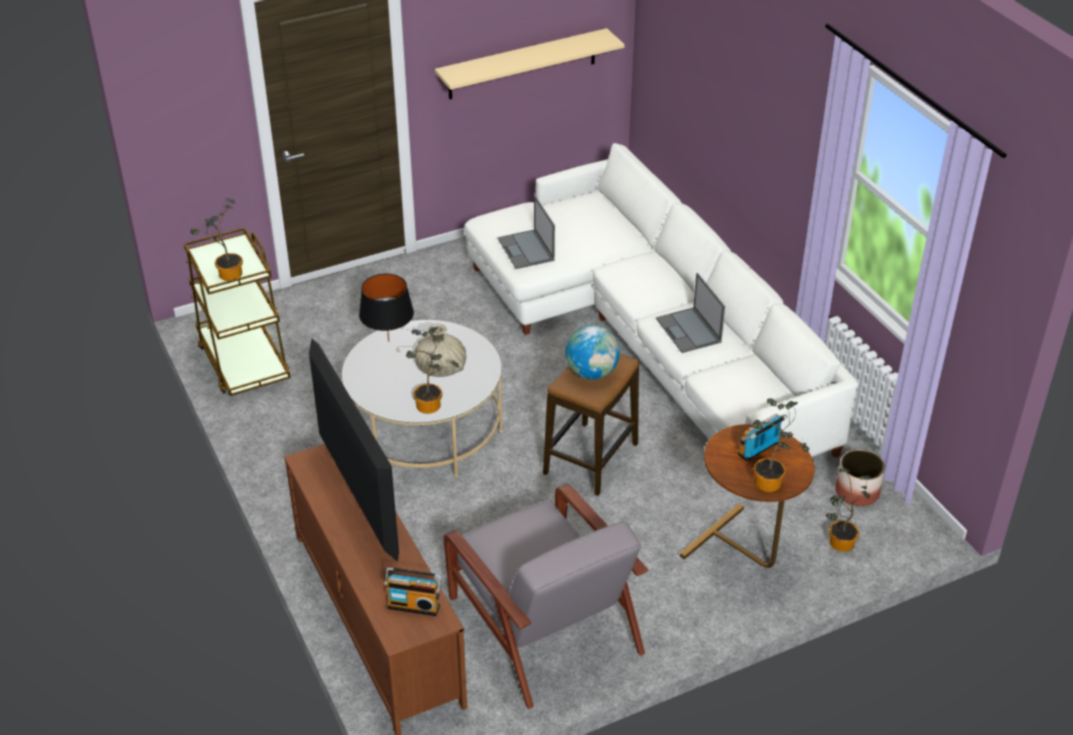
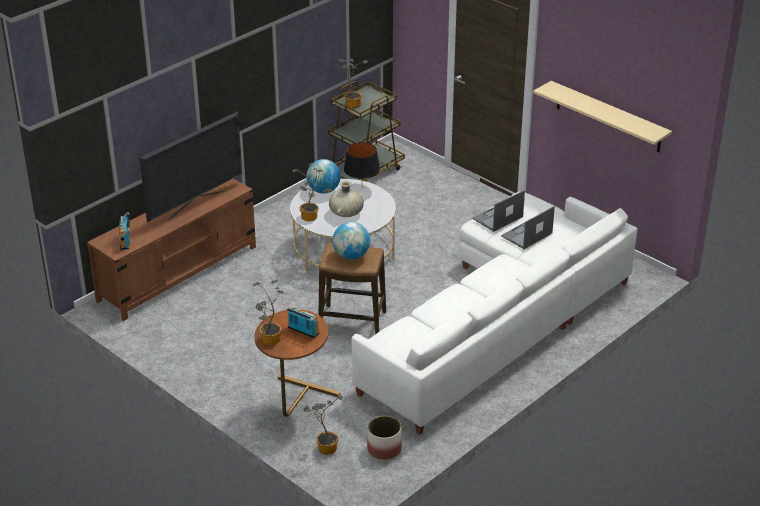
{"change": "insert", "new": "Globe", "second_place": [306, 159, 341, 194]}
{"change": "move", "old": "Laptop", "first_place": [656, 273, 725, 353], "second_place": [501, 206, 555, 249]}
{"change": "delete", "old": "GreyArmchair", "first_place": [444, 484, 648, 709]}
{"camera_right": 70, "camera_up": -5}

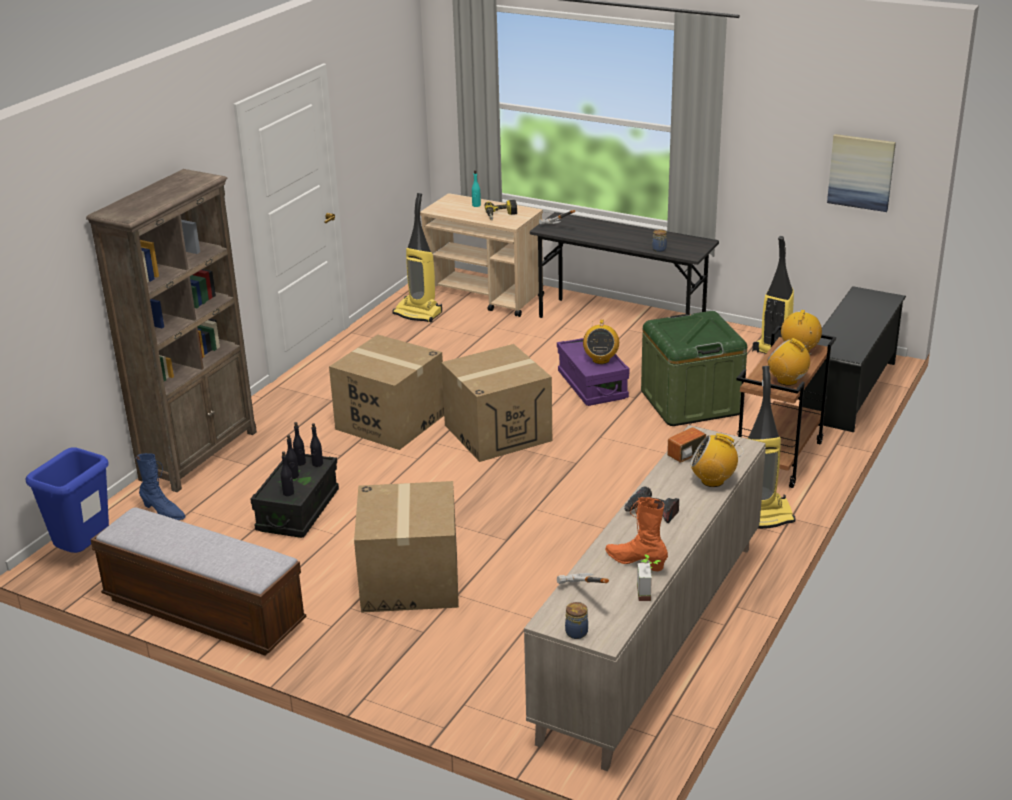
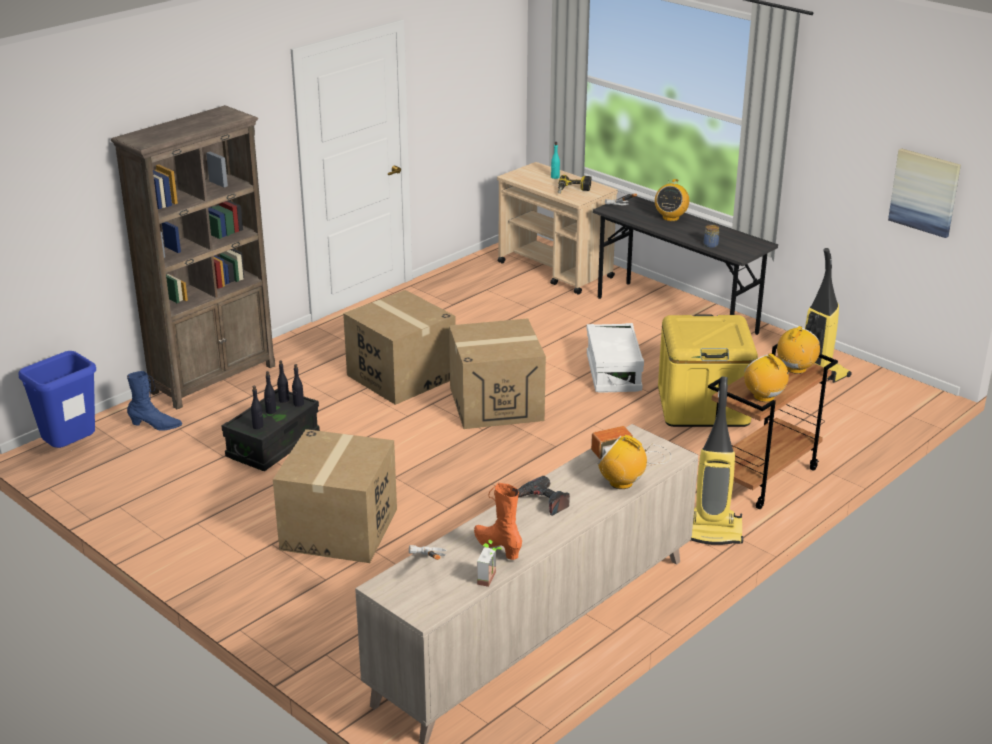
{"change": "rotate", "old": "BlueBoot", "first_place": [136, 453, 186, 520], "second_place": [127, 371, 182, 431], "degrees": -45}
{"change": "recolor", "old": "PurpleStorageBox", "new": "WhiteStorageBox", "first_place": [557, 338, 630, 406], "second_place": [587, 323, 644, 393]}
{"change": "move", "old": "Radio", "first_place": [583, 320, 619, 364], "second_place": [655, 179, 689, 221]}
{"change": "recolor", "old": "GreenStorageBox", "new": "YellowStorageBox", "first_place": [641, 311, 747, 426], "second_place": [658, 314, 758, 427]}
{"change": "delete", "old": "Bench", "first_place": [90, 507, 306, 656]}
{"change": "delete", "old": "VacuumCleaner", "first_place": [392, 193, 442, 322]}
{"change": "delete", "old": "Jar", "first_place": [565, 602, 588, 639]}
{"change": "delete", "old": "BlackShoeRack", "first_place": [802, 286, 906, 432]}
{"camera_right": 15, "camera_up": 0}

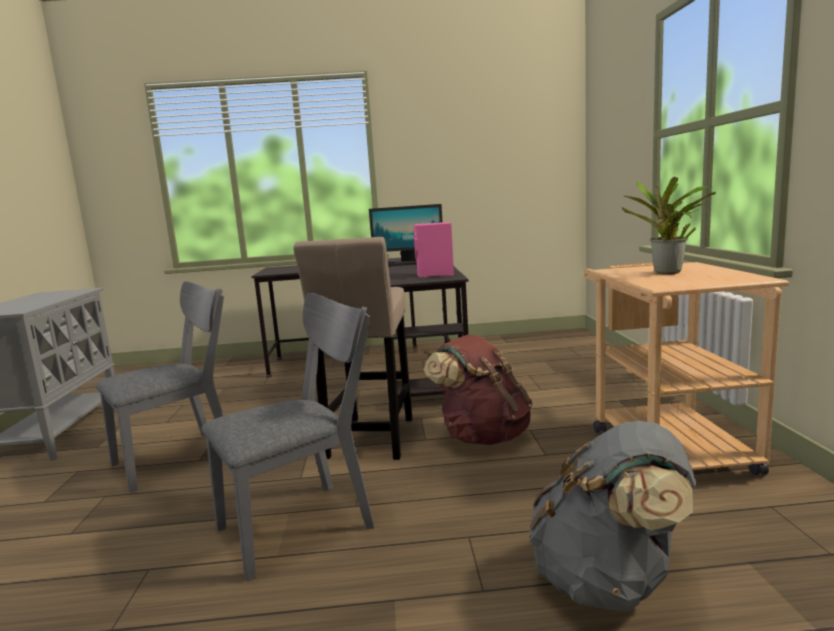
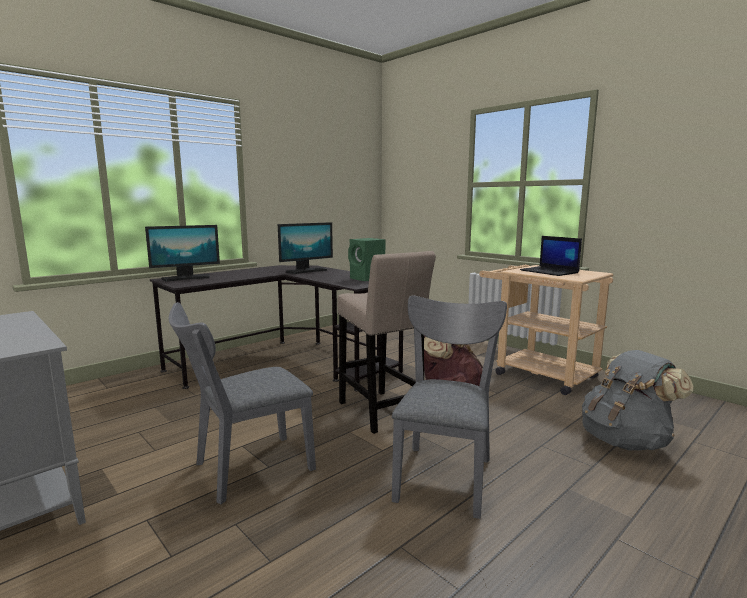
{"change": "insert", "new": "Monitor", "second_place": [145, 225, 220, 282]}
{"change": "rotate", "old": "GreyChair", "first_place": [96, 281, 224, 493], "second_place": [169, 302, 316, 504], "degrees": -135}
{"change": "recolor", "old": "PinkSpeaker", "new": "GreenSpeaker", "first_place": [413, 222, 454, 277], "second_place": [348, 238, 385, 281]}
{"change": "replace", "old": "PottedPlant", "new": "Laptop", "first_place": [621, 177, 716, 274], "second_place": [520, 236, 582, 276]}
{"camera_right": -40, "camera_up": 0}

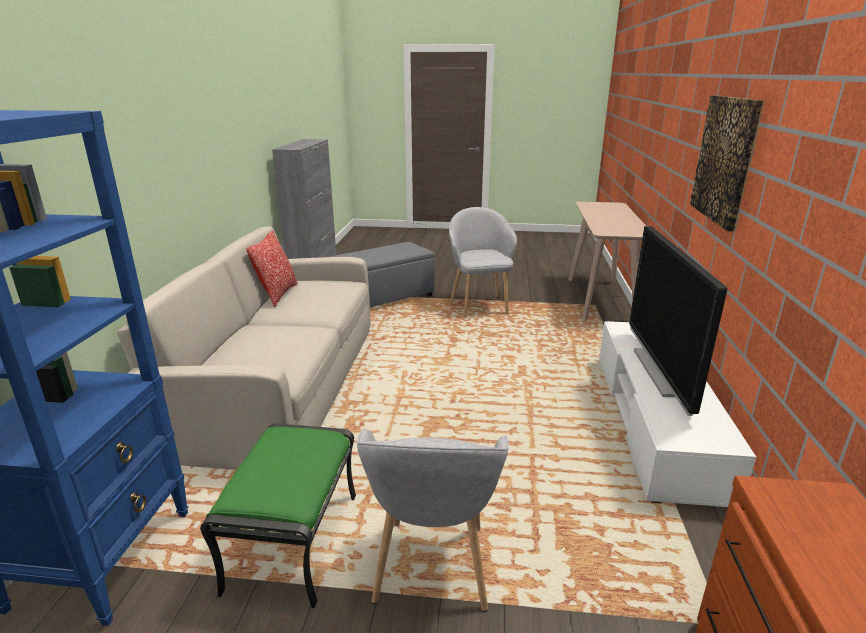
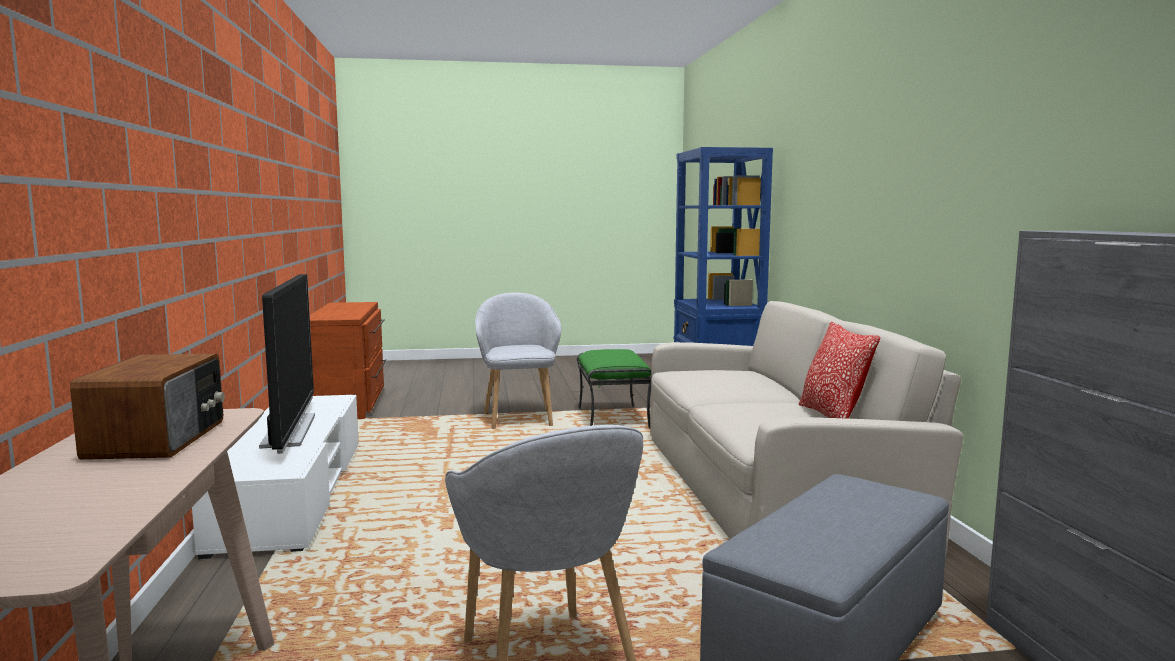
{"change": "insert", "new": "Radio", "second_place": [70, 354, 225, 460]}
{"change": "delete", "old": "Picture", "first_place": [690, 95, 764, 232]}
{"camera_right": 165, "camera_up": -15}

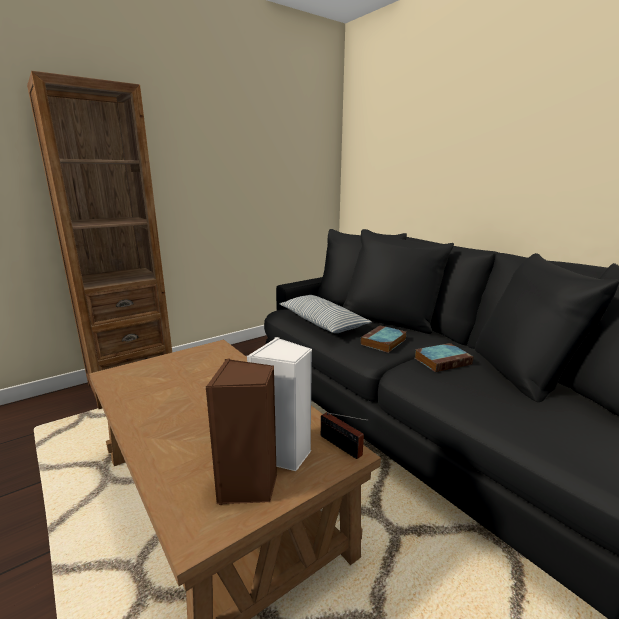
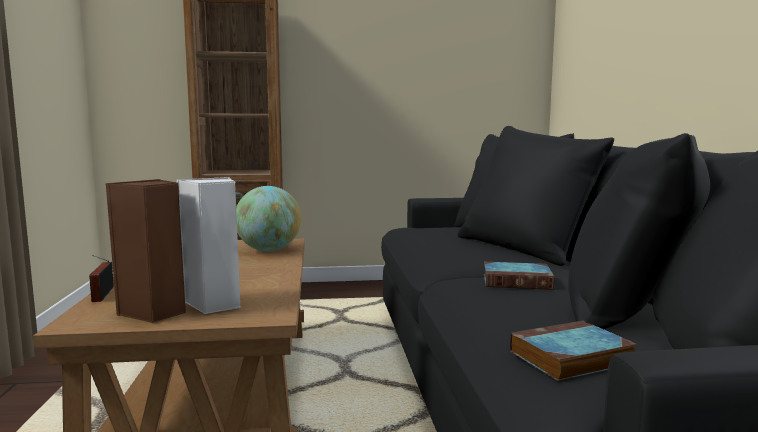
{"change": "move", "old": "Radio", "first_place": [321, 412, 369, 459], "second_place": [89, 255, 114, 302]}
{"change": "insert", "new": "Globe", "second_place": [236, 186, 301, 251]}
{"change": "move", "old": "Book", "first_place": [361, 325, 406, 353], "second_place": [510, 320, 636, 381]}
{"change": "delete", "old": "Pillow", "first_place": [279, 295, 372, 333]}
{"camera_right": 30, "camera_up": -10}

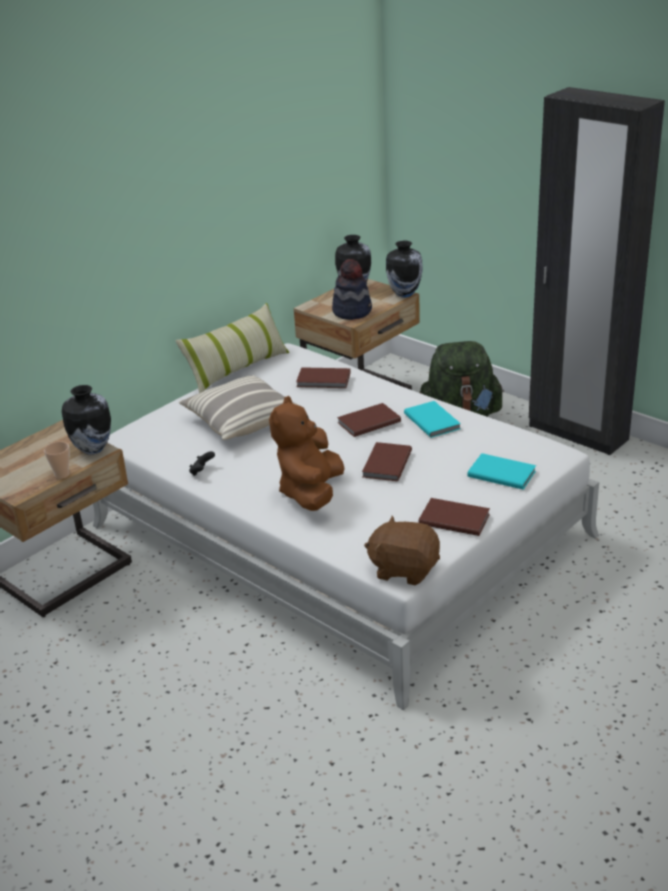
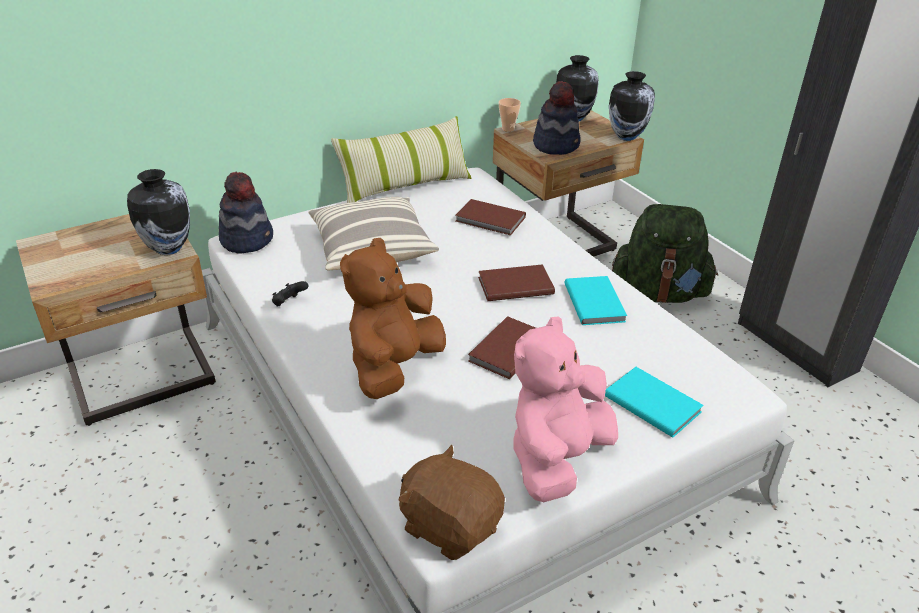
{"change": "insert", "new": "Hat", "second_place": [219, 172, 273, 254]}
{"change": "move", "old": "Cup", "first_place": [44, 442, 70, 479], "second_place": [499, 98, 521, 132]}
{"change": "replace", "old": "BrownBook", "new": "PinkPlushToy", "first_place": [419, 498, 490, 536], "second_place": [514, 316, 618, 502]}
{"camera_right": 15, "camera_up": 5}

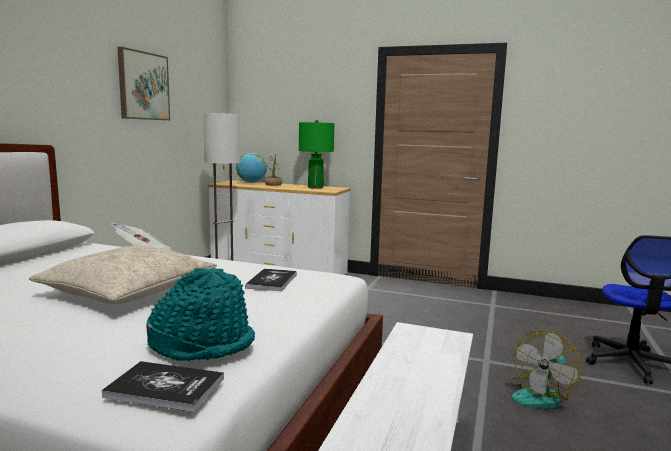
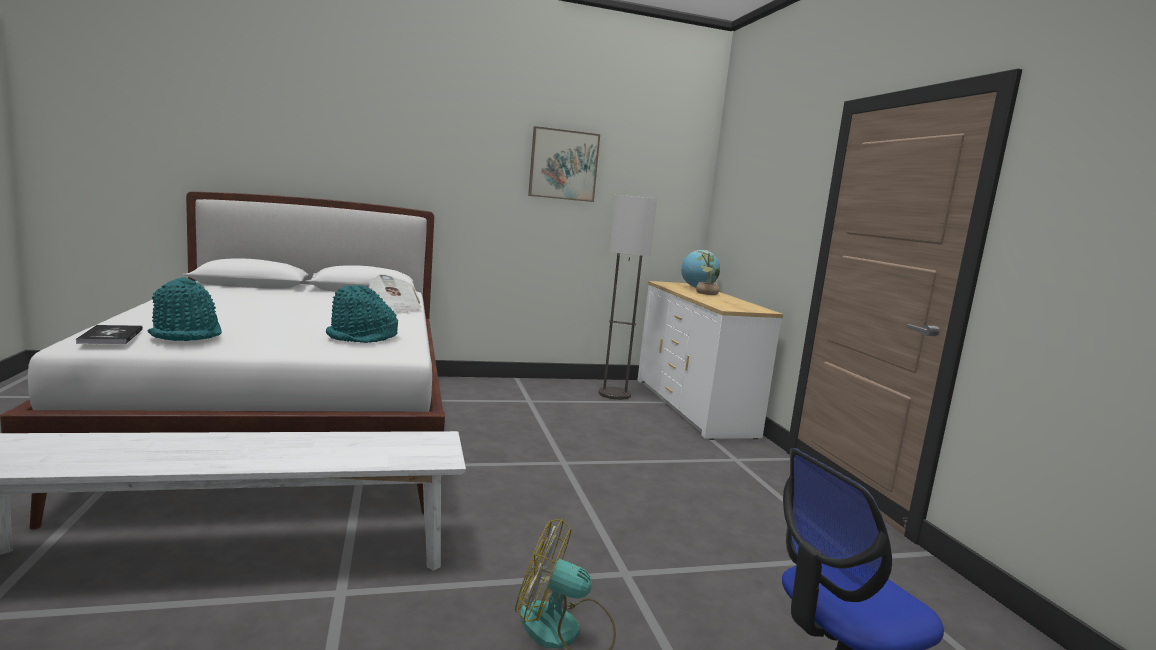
{"change": "replace", "old": "Book", "new": "TurquoiseHat", "first_place": [245, 269, 297, 291], "second_place": [326, 285, 398, 343]}
{"change": "delete", "old": "BeigePillow", "first_place": [29, 245, 216, 304]}
{"change": "delete", "old": "GreenTableLamp", "first_place": [299, 120, 334, 189]}
{"camera_right": 55, "camera_up": 0}

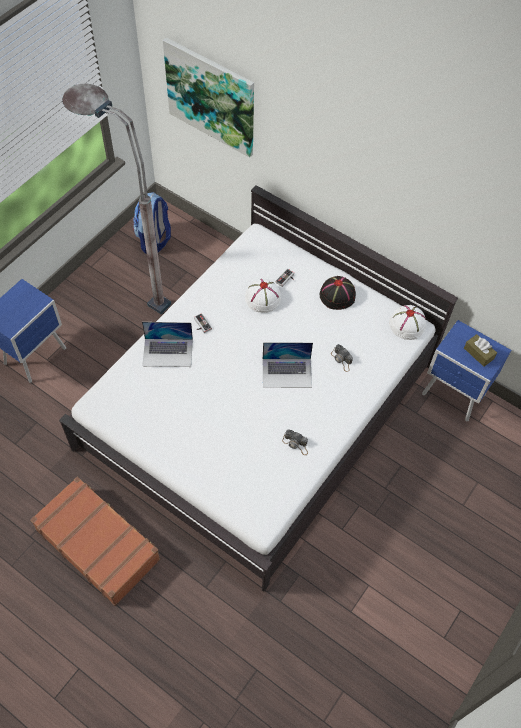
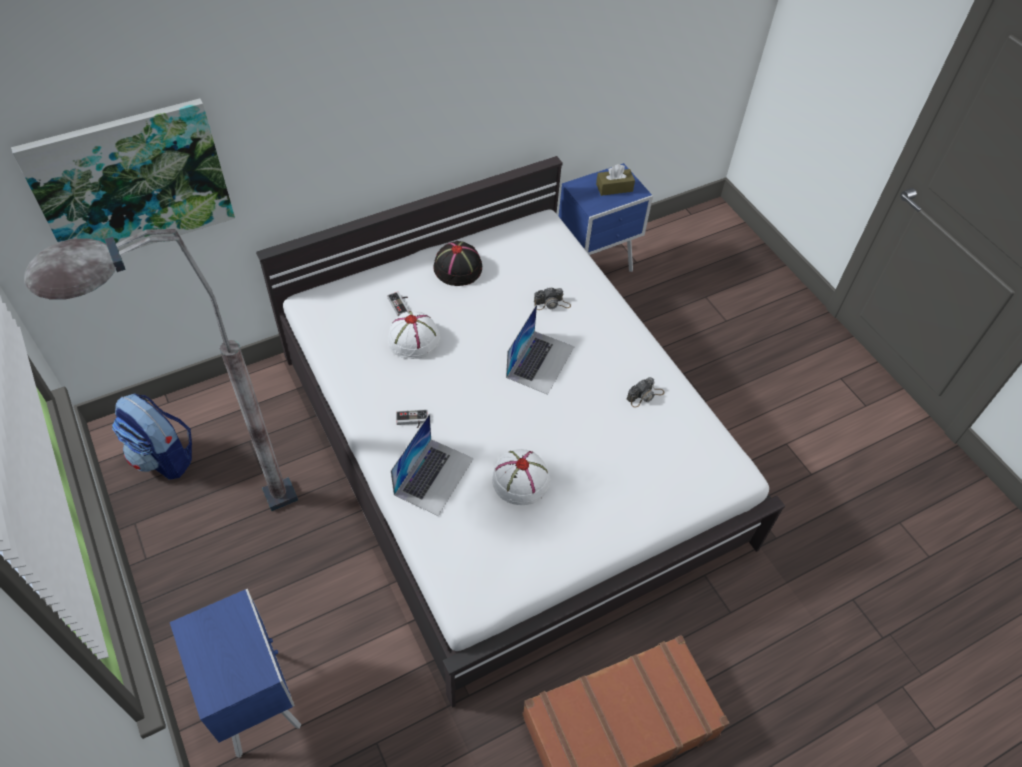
{"change": "move", "old": "WhiteHat", "first_place": [389, 305, 426, 340], "second_place": [492, 449, 551, 505]}
{"camera_right": -65, "camera_up": -5}

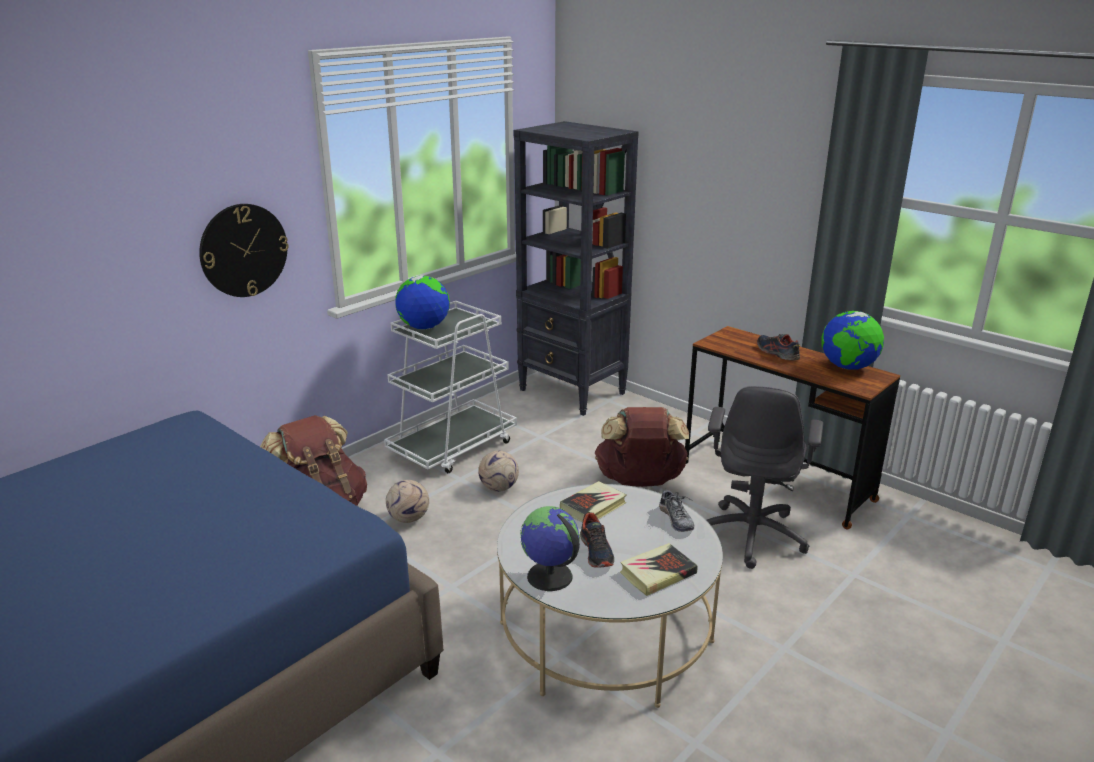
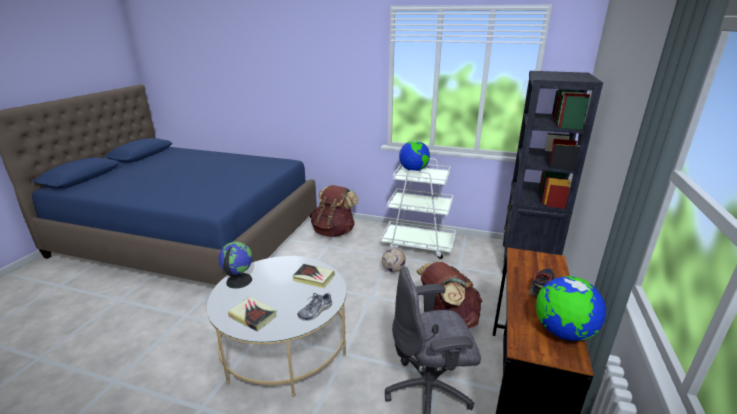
{"change": "delete", "old": "WallClock", "first_place": [199, 204, 289, 297]}
{"change": "delete", "old": "Football", "first_place": [386, 480, 429, 523]}
{"change": "delete", "old": "Shoe", "first_place": [580, 512, 614, 568]}
{"camera_right": 65, "camera_up": 0}

